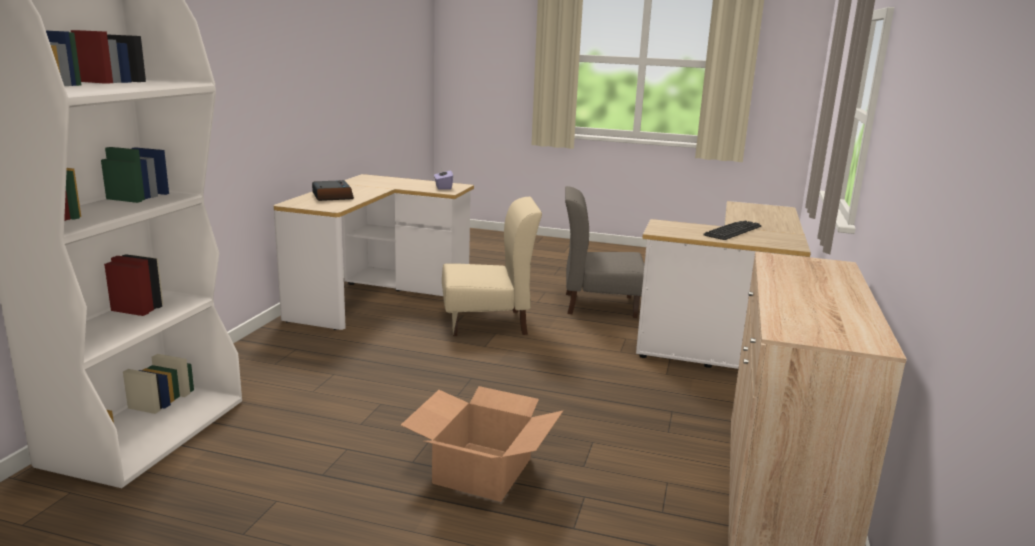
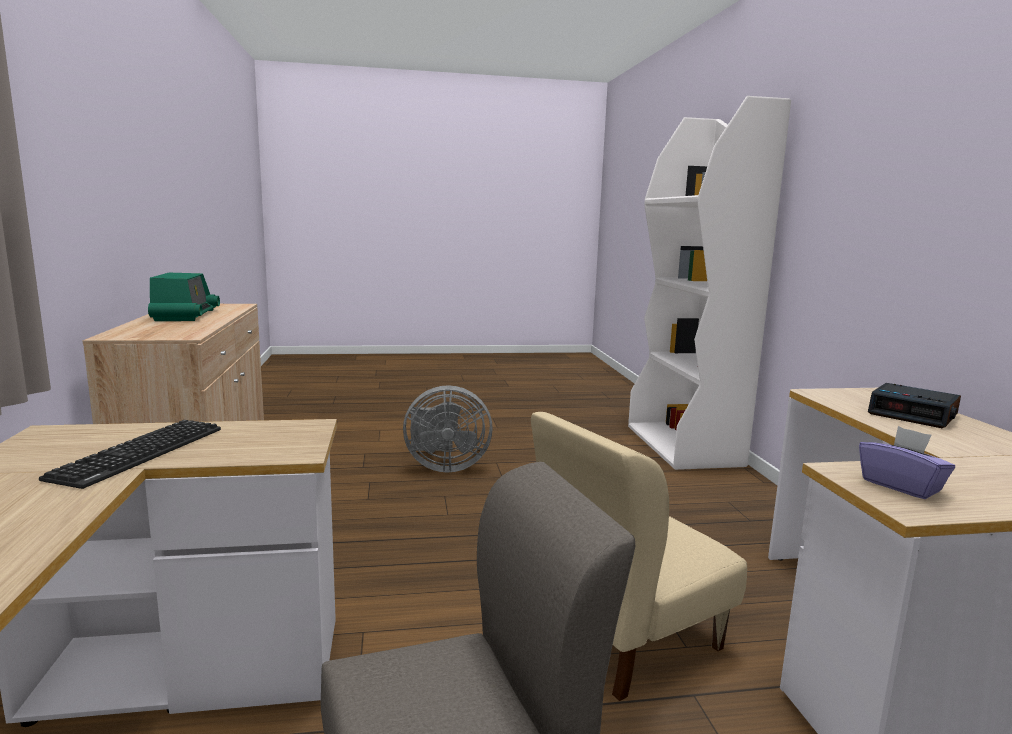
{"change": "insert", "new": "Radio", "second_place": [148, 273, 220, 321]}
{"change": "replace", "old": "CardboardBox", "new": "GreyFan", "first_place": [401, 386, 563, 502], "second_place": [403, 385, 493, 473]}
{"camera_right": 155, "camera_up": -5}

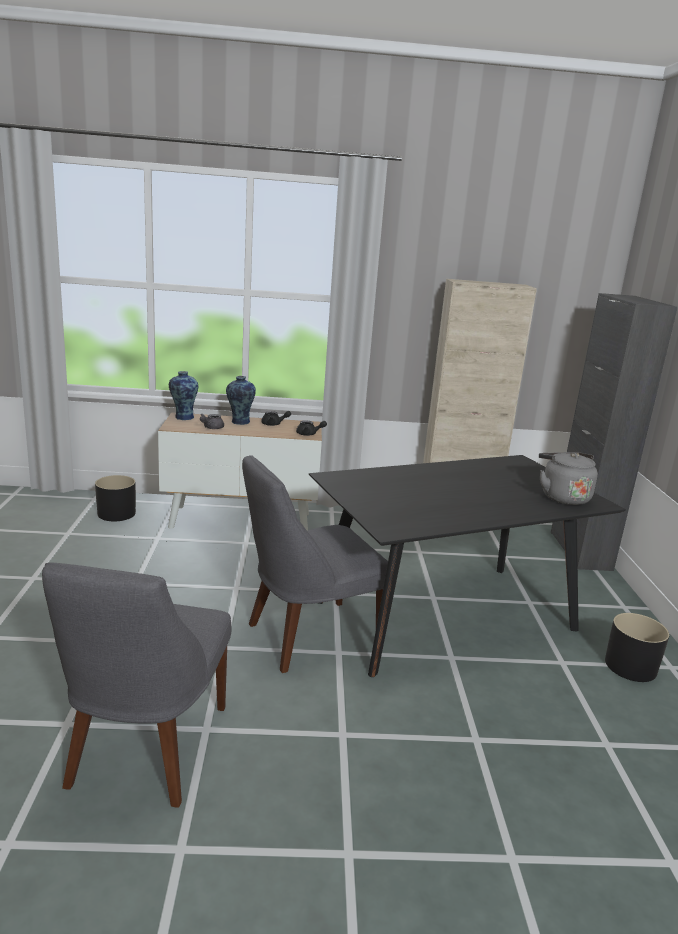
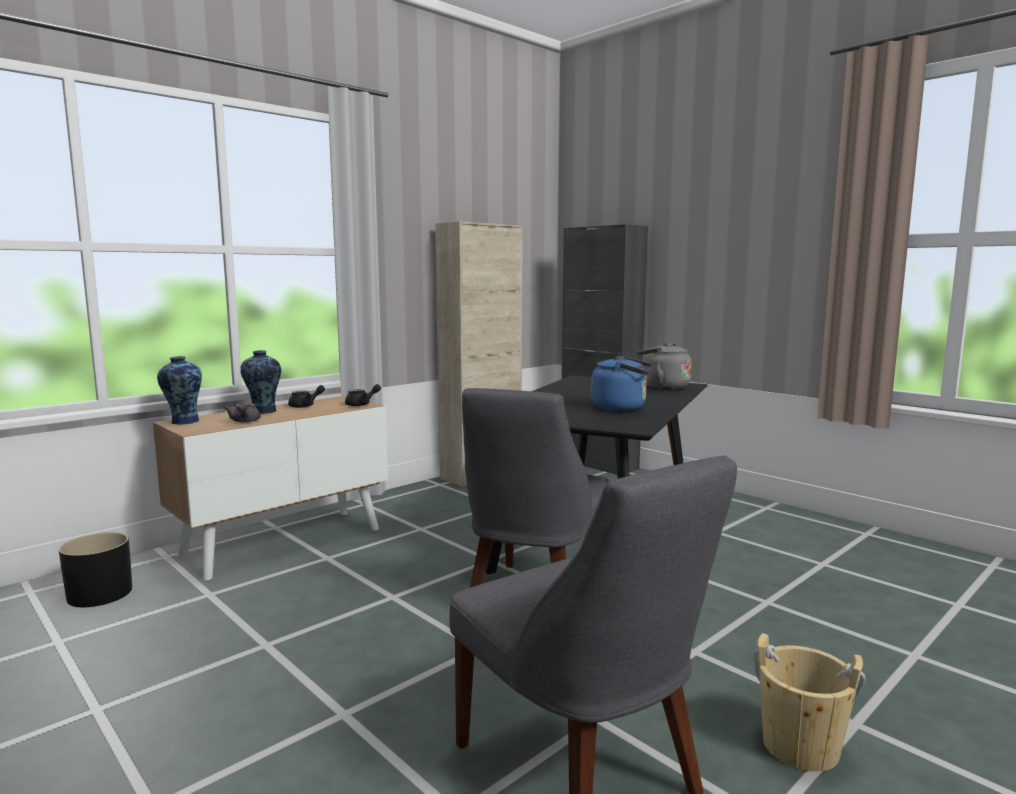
{"change": "insert", "new": "BlueKettle", "second_place": [591, 356, 652, 411]}
{"change": "insert", "new": "BeigeBucket", "second_place": [754, 633, 865, 772]}
{"change": "delete", "old": "BlackPlanter", "first_place": [605, 613, 669, 682]}
{"camera_right": -40, "camera_up": -10}

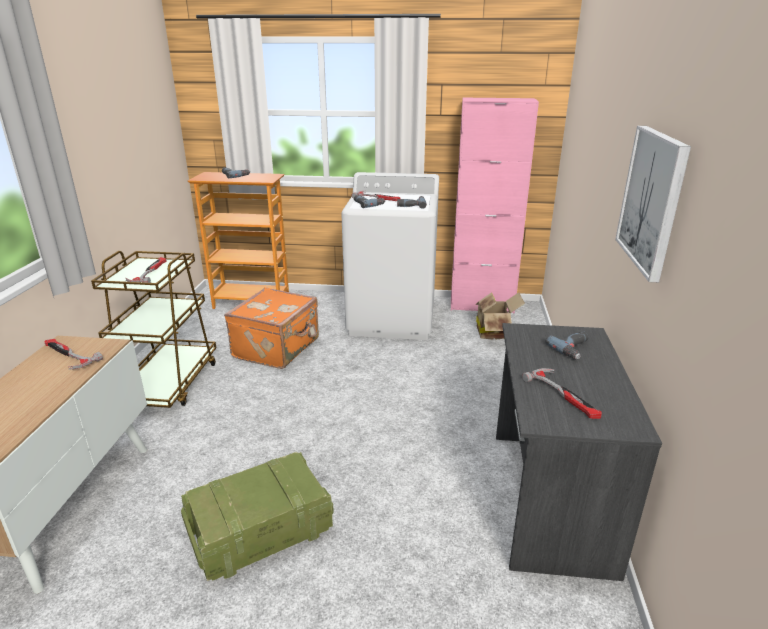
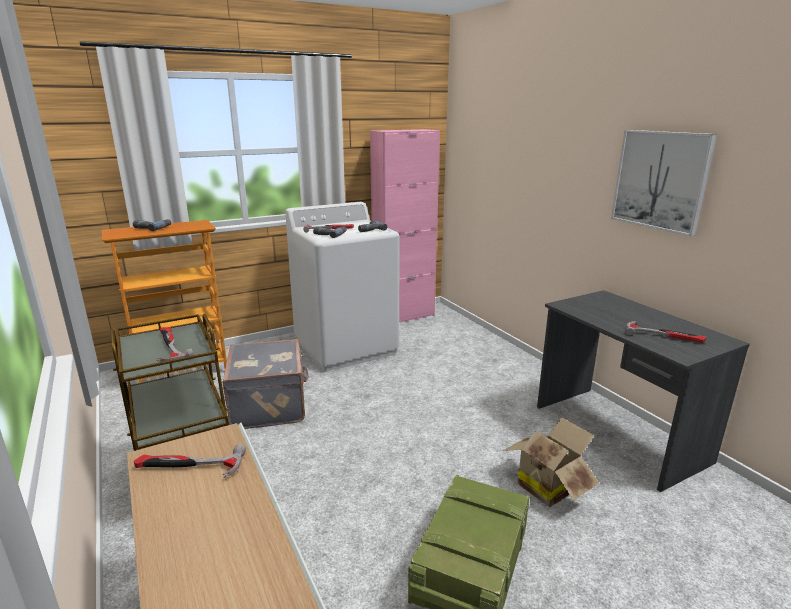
{"change": "recolor", "old": "OrangeSuitcase", "new": "GreySuitcase", "first_place": [224, 287, 319, 369], "second_place": [222, 339, 309, 429]}
{"change": "move", "old": "CardboardBox", "first_place": [476, 292, 525, 340], "second_place": [503, 417, 599, 507]}
{"change": "delete", "old": "PowerDrill", "first_place": [545, 331, 588, 360]}
{"camera_right": -35, "camera_up": -5}

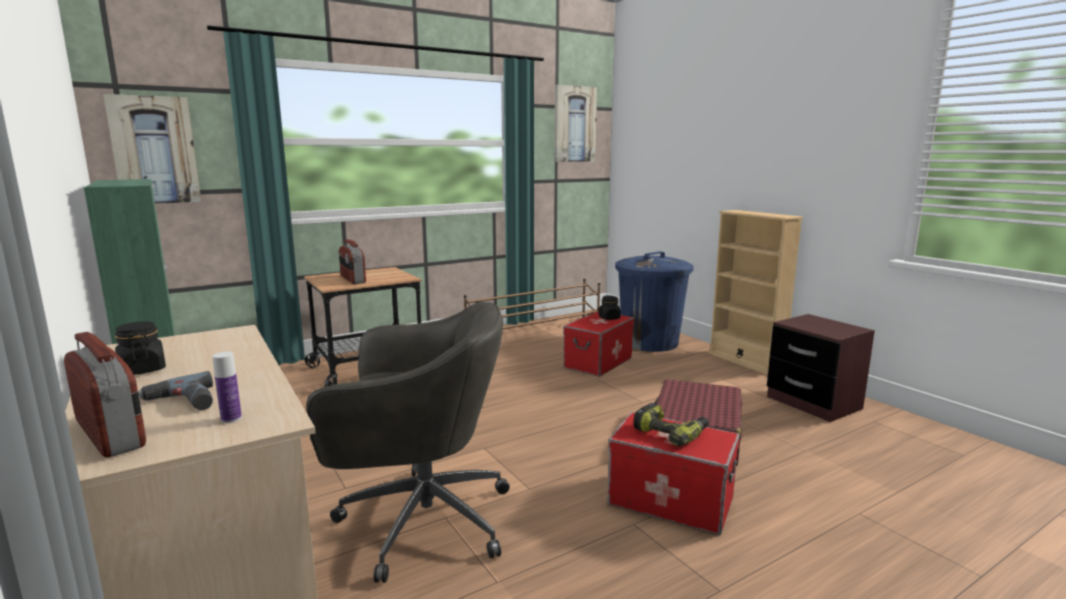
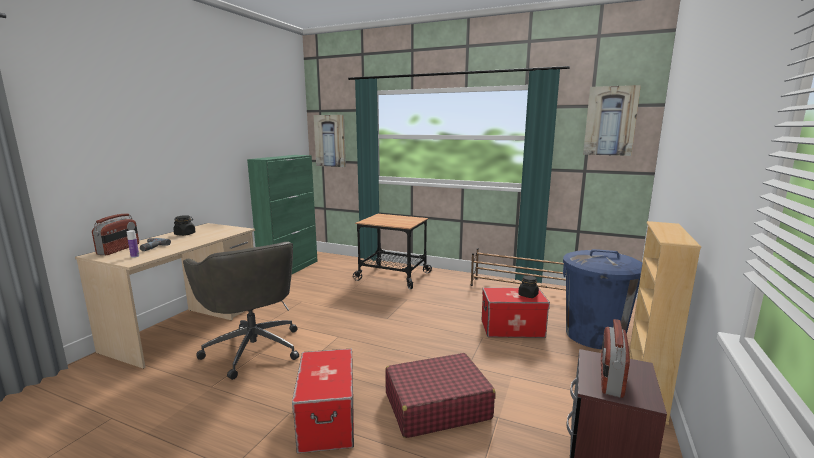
{"change": "move", "old": "Radio", "first_place": [339, 240, 366, 284], "second_place": [601, 319, 630, 398]}
{"change": "delete", "old": "PowerDrill", "first_place": [633, 403, 709, 447]}
{"camera_right": 55, "camera_up": 0}

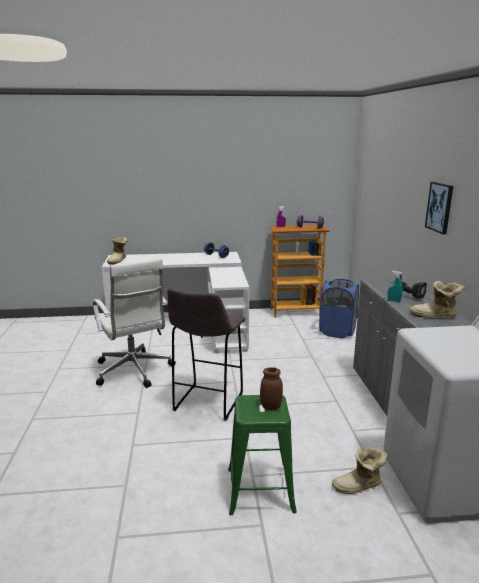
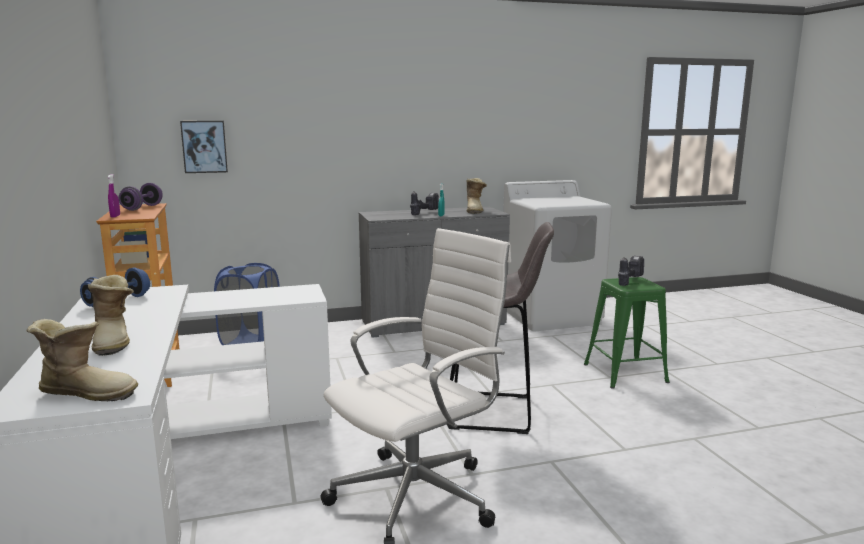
{"change": "move", "old": "Boot", "first_place": [332, 447, 387, 494], "second_place": [88, 275, 134, 356]}
{"change": "move", "old": "Picture", "first_place": [425, 182, 453, 234], "second_place": [180, 121, 228, 173]}
{"change": "replace", "old": "BrownJar", "new": "PowerDrill", "first_place": [260, 367, 283, 410], "second_place": [618, 256, 644, 286]}
{"camera_right": -100, "camera_up": -5}

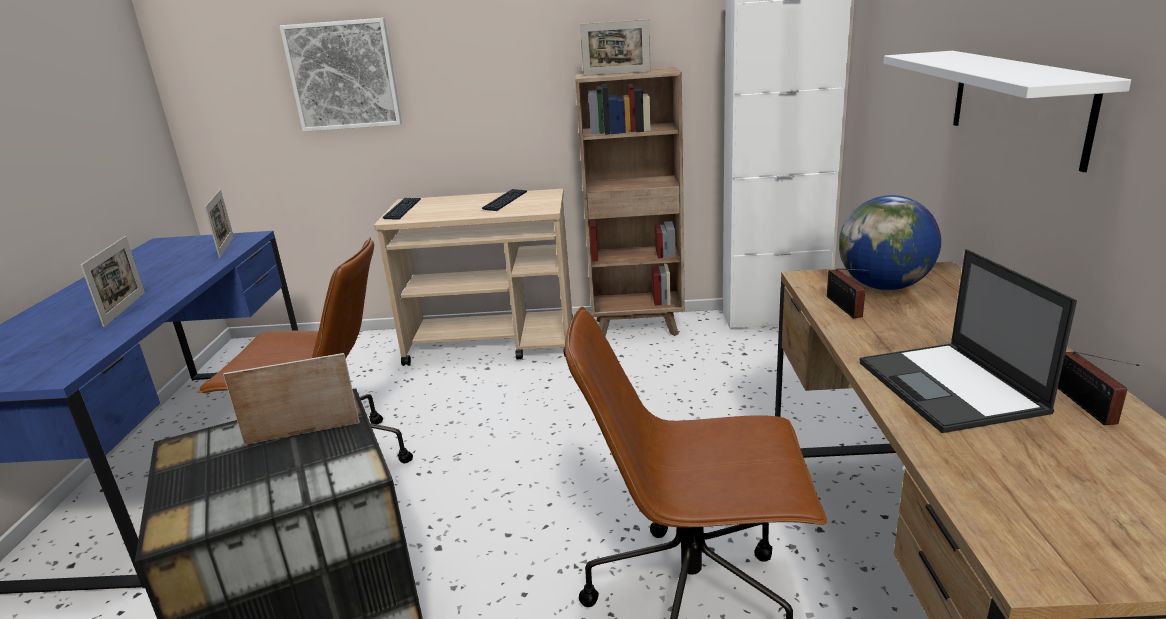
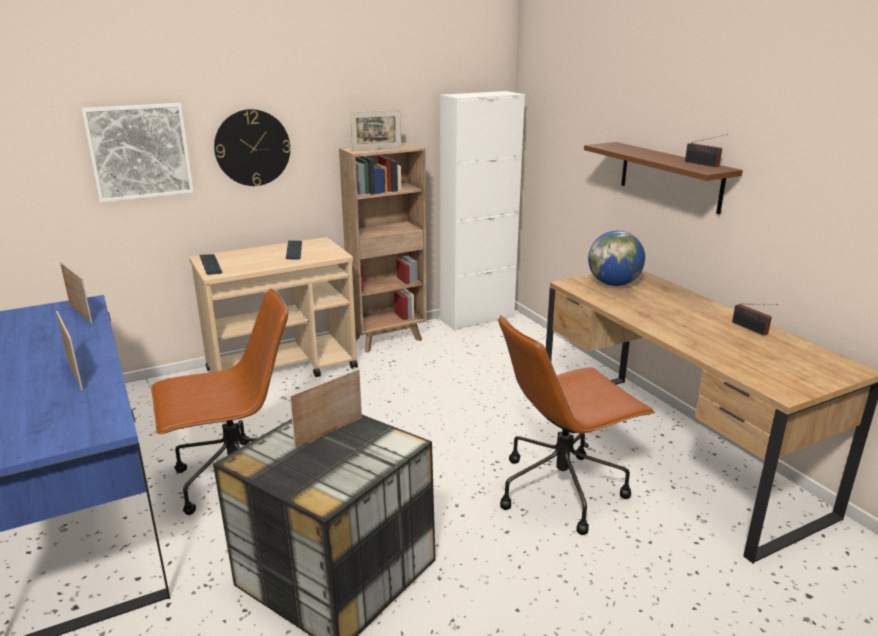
{"change": "insert", "new": "WallClock", "second_place": [214, 109, 291, 186]}
{"change": "recolor", "old": "WhiteShelf", "new": "BrownShelf", "first_place": [883, 51, 1131, 172], "second_place": [584, 142, 743, 214]}
{"change": "move", "old": "Radio", "first_place": [827, 269, 869, 318], "second_place": [685, 134, 728, 167]}
{"change": "delete", "old": "Laptop", "first_place": [860, 249, 1077, 433]}
{"camera_right": -30, "camera_up": 0}

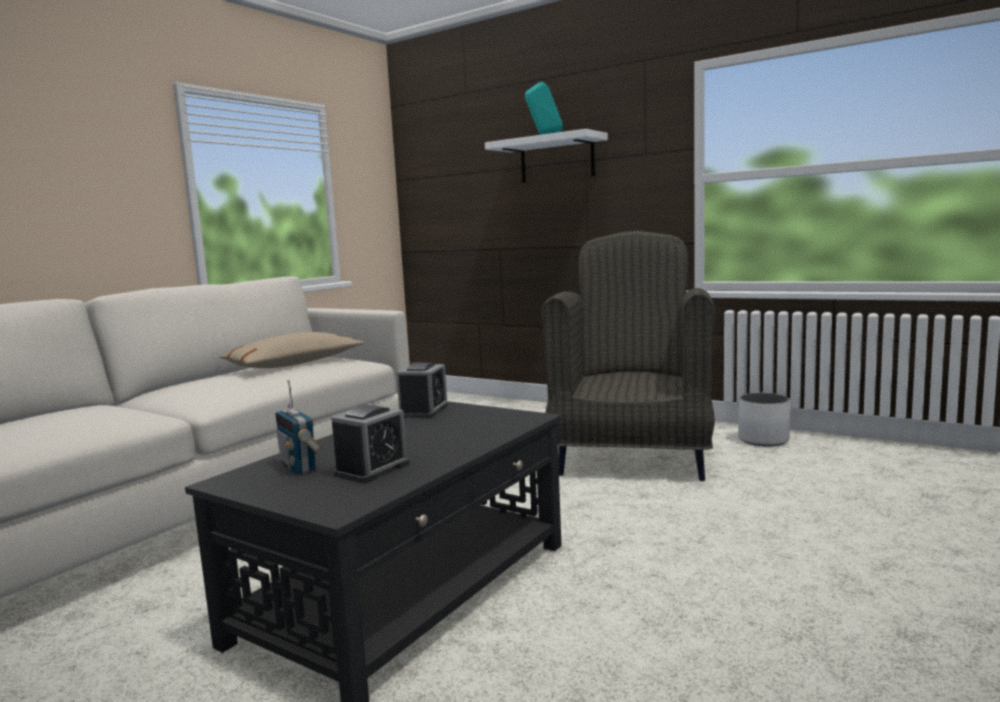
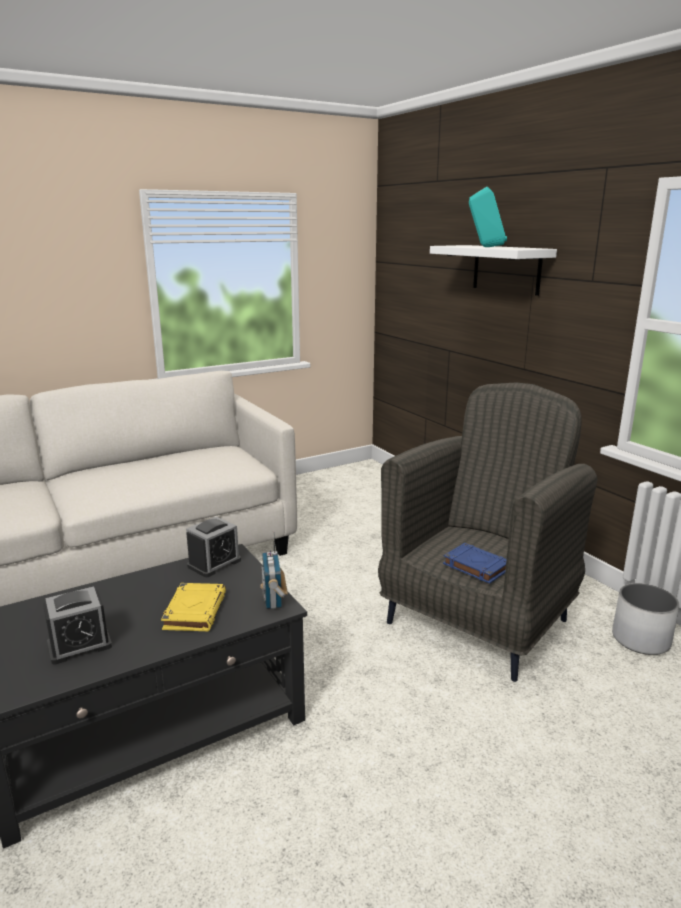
{"change": "insert", "new": "YellowBook", "second_place": [161, 583, 226, 631]}
{"change": "move", "old": "Radio", "first_place": [275, 380, 322, 475], "second_place": [260, 531, 288, 609]}
{"change": "insert", "new": "BlueBook", "second_place": [443, 543, 506, 584]}
{"change": "delete", "old": "BeigePillow", "first_place": [219, 332, 364, 368]}
{"camera_right": 25, "camera_up": 10}

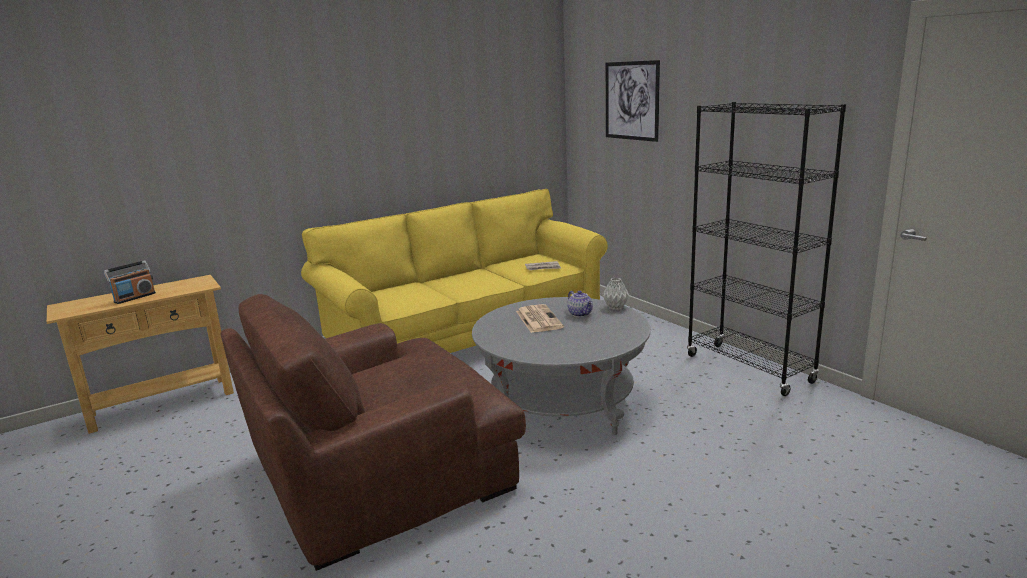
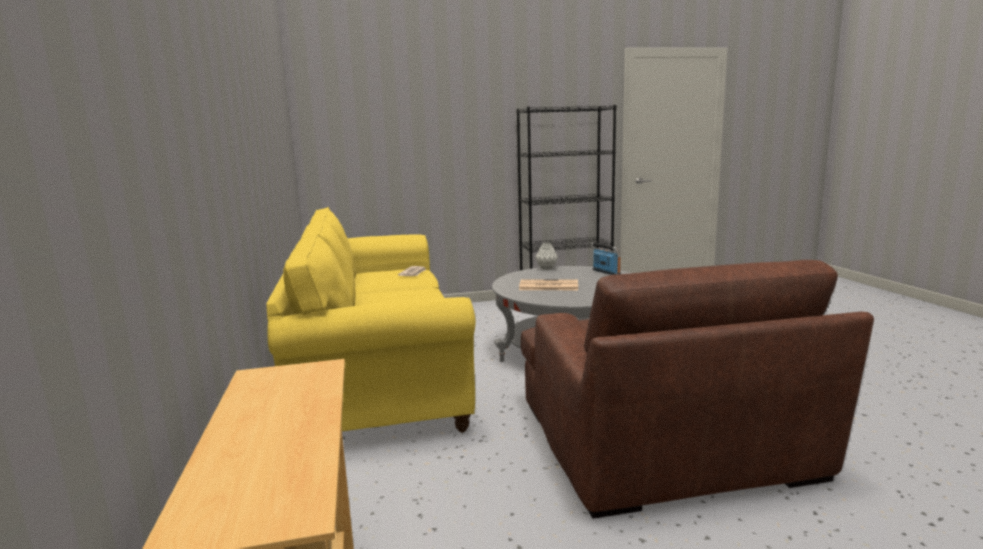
{"change": "move", "old": "Radio", "first_place": [104, 260, 156, 304], "second_place": [591, 243, 621, 275]}
{"change": "delete", "old": "Teapot", "first_place": [567, 291, 593, 317]}
{"change": "delete", "old": "Picture", "first_place": [606, 60, 660, 142]}
{"camera_right": -70, "camera_up": -5}

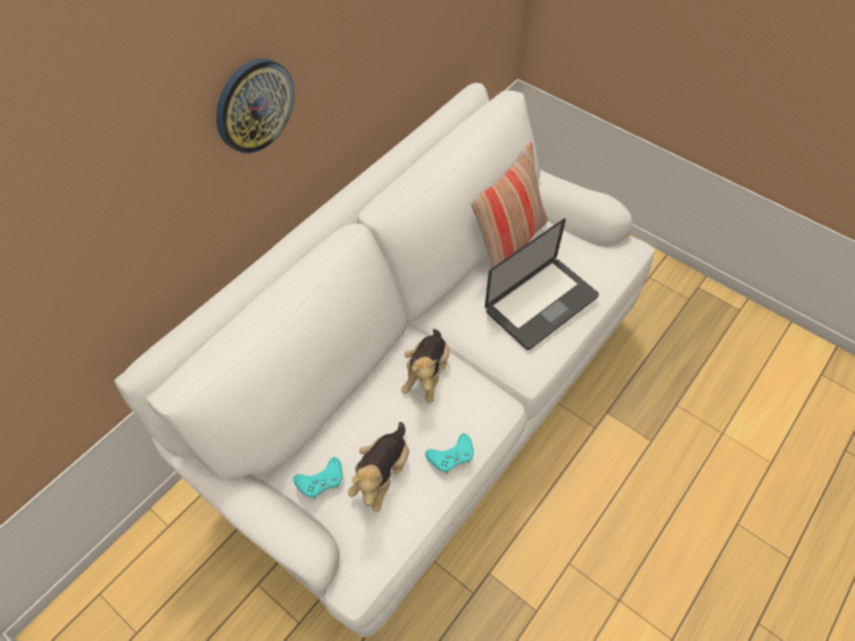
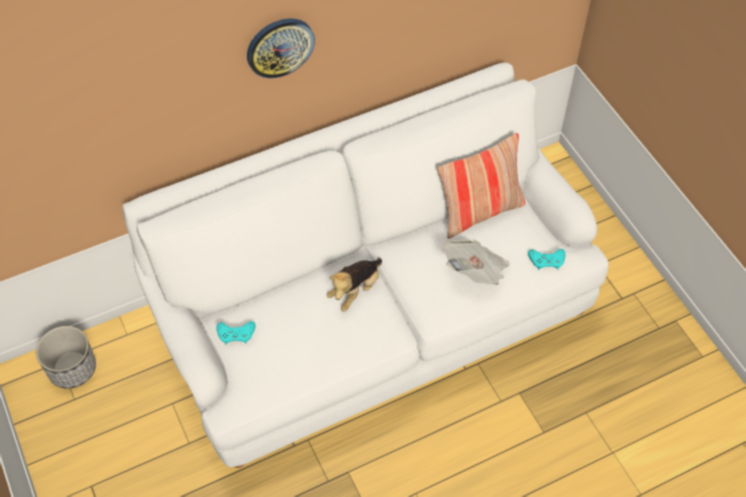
{"change": "insert", "new": "Planter", "second_place": [36, 326, 96, 389]}
{"change": "replace", "old": "Laptop", "new": "Newspaper", "first_place": [485, 218, 599, 350], "second_place": [442, 240, 510, 285]}
{"change": "move", "old": "TurquoiseGameController", "first_place": [425, 434, 474, 473], "second_place": [528, 249, 565, 270]}
{"change": "delete", "old": "PlushToy", "first_place": [348, 422, 409, 512]}
{"camera_right": 25, "camera_up": 0}

